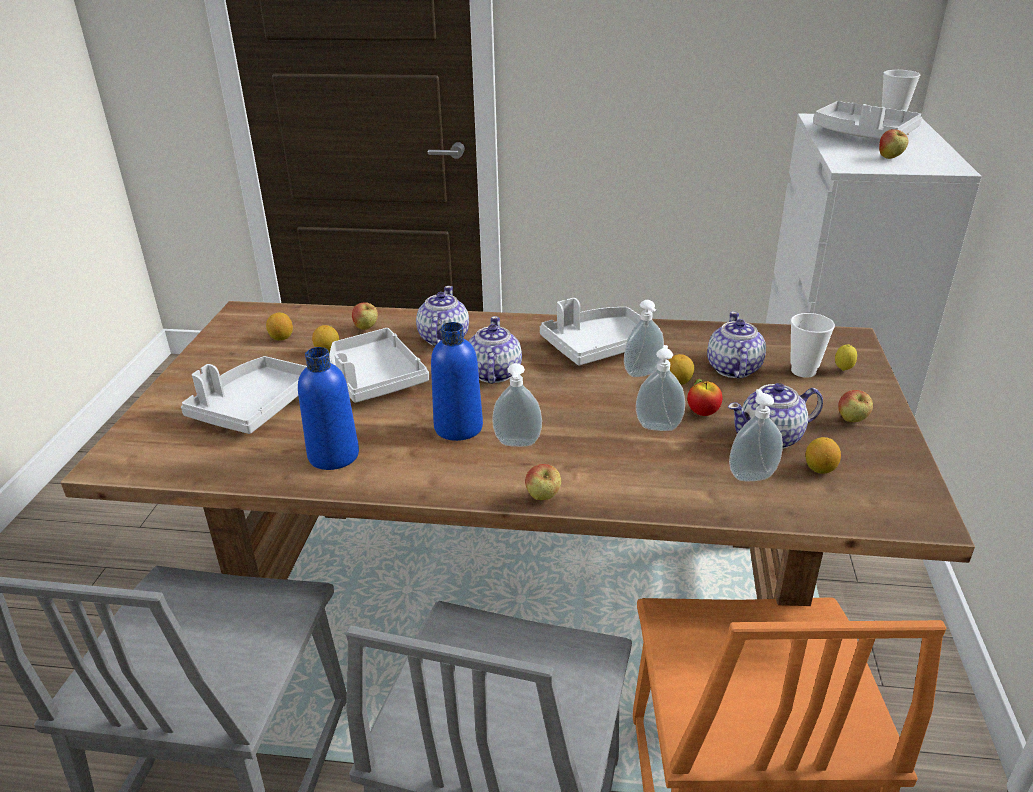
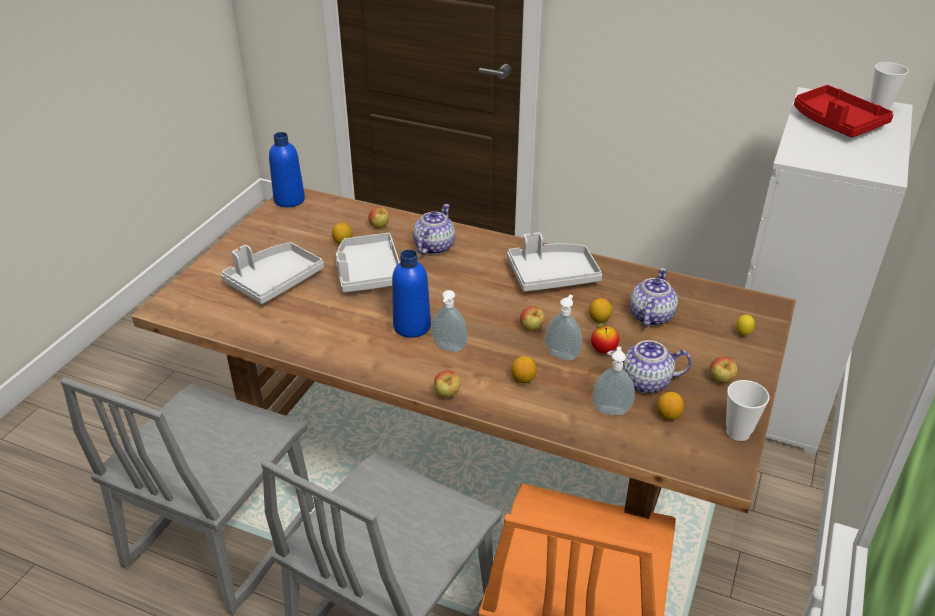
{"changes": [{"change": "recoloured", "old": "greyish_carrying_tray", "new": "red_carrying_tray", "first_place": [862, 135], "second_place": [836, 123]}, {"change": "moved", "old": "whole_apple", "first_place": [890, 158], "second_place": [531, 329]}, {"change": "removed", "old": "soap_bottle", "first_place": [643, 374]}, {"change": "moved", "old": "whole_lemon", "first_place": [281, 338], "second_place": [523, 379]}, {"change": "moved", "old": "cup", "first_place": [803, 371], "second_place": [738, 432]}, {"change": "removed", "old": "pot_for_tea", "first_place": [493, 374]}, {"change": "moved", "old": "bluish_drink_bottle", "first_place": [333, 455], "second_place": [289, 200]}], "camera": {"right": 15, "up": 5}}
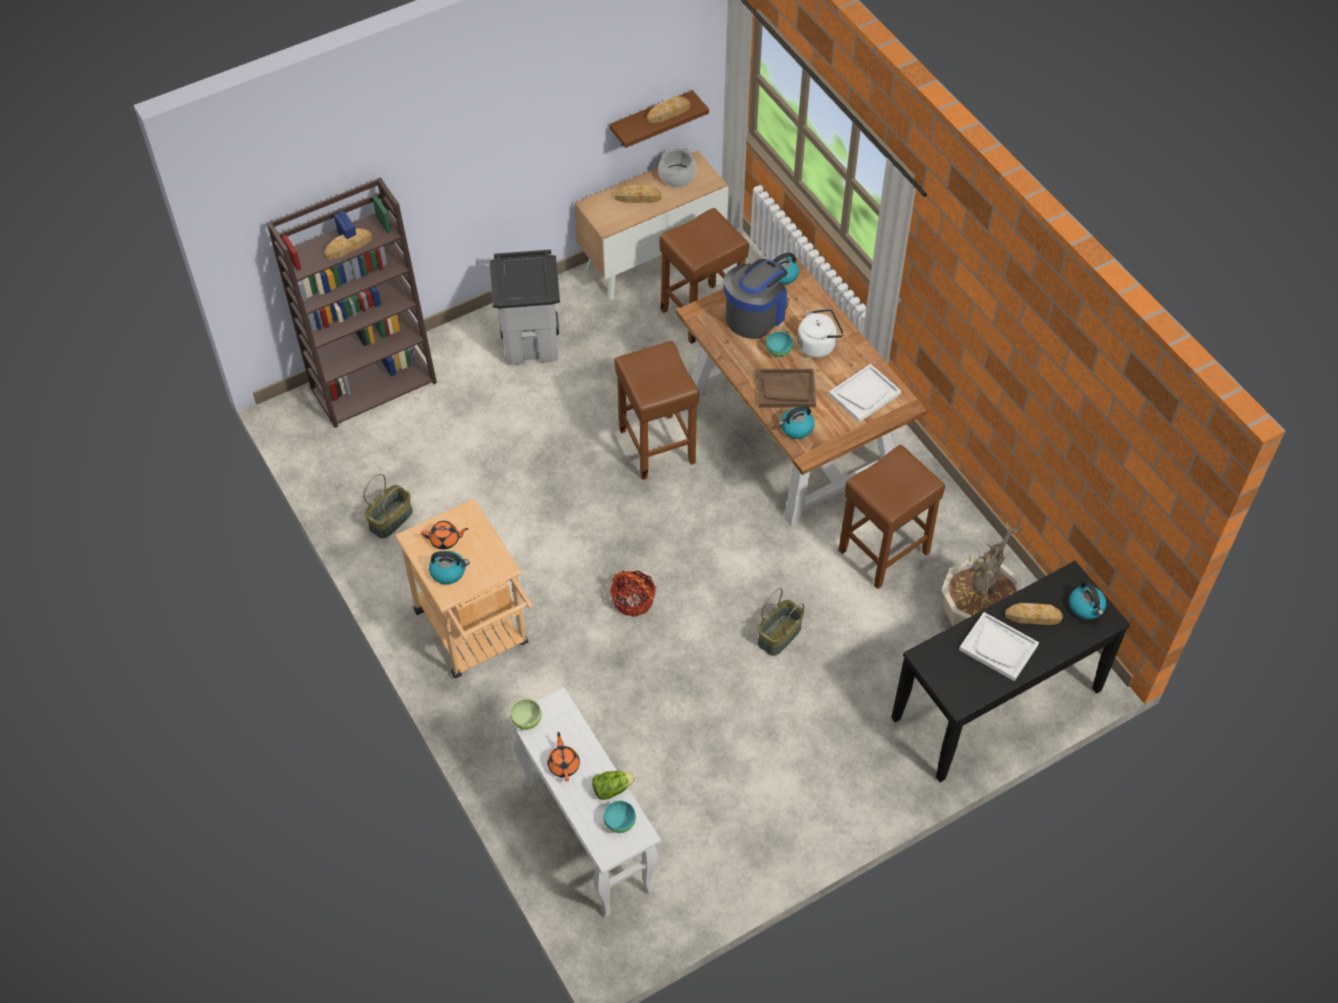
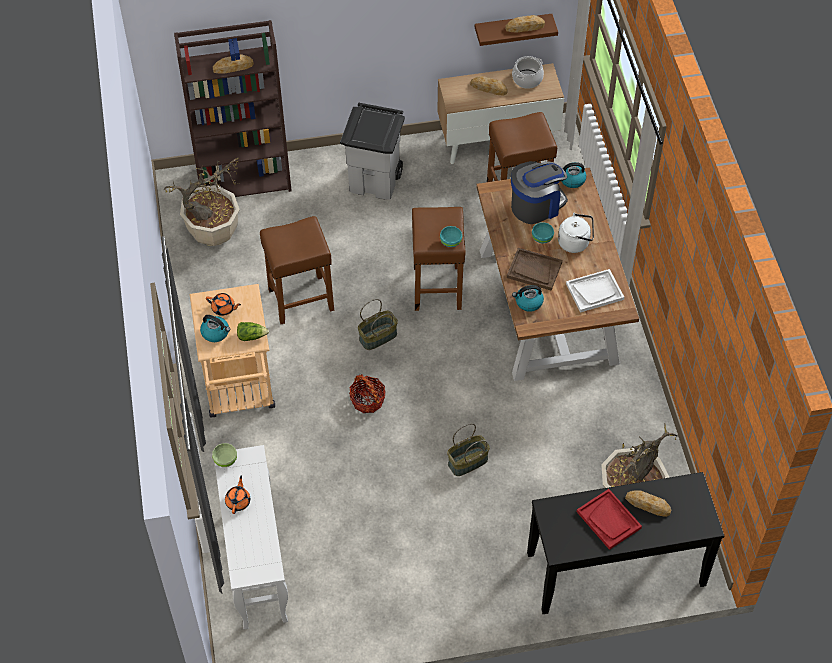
{"changes": [{"change": "moved", "old": "brown_sitting_stool", "first_place": [883, 552], "second_place": [300, 300]}, {"change": "moved", "old": "household_basket", "first_place": [390, 519], "second_place": [378, 336]}, {"change": "removed", "old": "water_kettle", "first_place": [1086, 607]}, {"change": "recoloured", "old": "white_carrying_tray", "new": "red_carrying_tray", "first_place": [998, 647], "second_place": [609, 520]}, {"change": "moved", "old": "head_of_lettuce", "first_place": [611, 788], "second_place": [251, 336]}, {"change": "moved", "old": "turquoise_deep_dish", "first_place": [620, 822], "second_place": [451, 242]}, {"change": "added", "new": "plant_in_a_pot", "second_place": [213, 231]}], "camera": {"right": 20, "up": 0}}
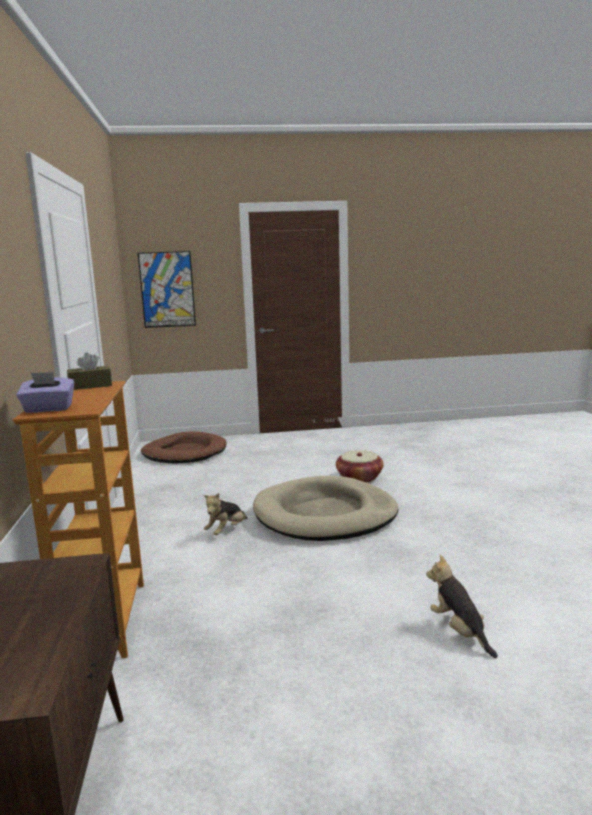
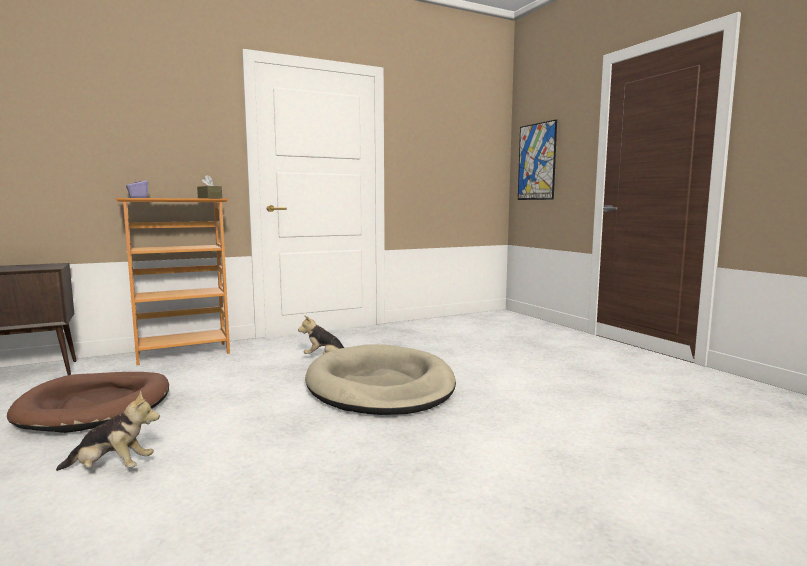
{"changes": [{"change": "moved", "old": "brown_dog_bed", "first_place": [184, 452], "second_place": [96, 406]}, {"change": "removed", "old": "household_basket", "first_place": [359, 478]}, {"change": "turned", "old": "plush_toy", "first_place": [459, 631], "second_place": [111, 469], "degrees": 45}], "camera": {"right": 70, "up": -5}}
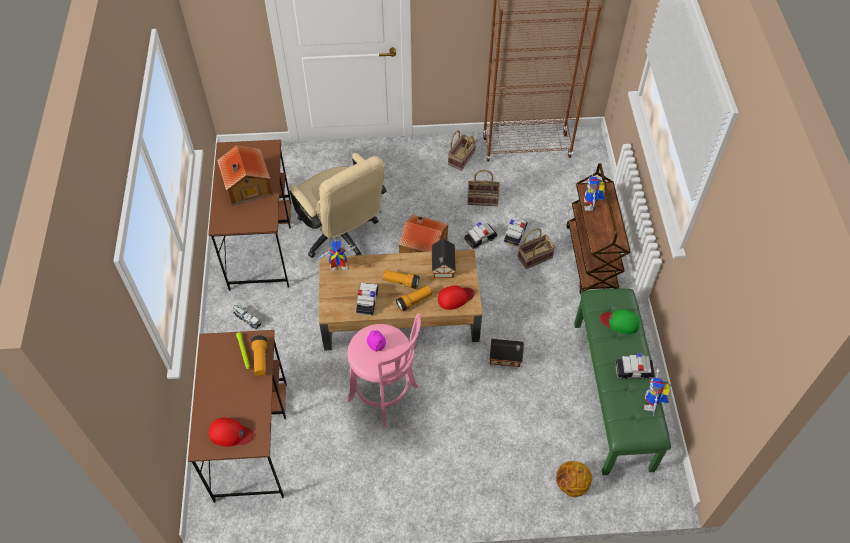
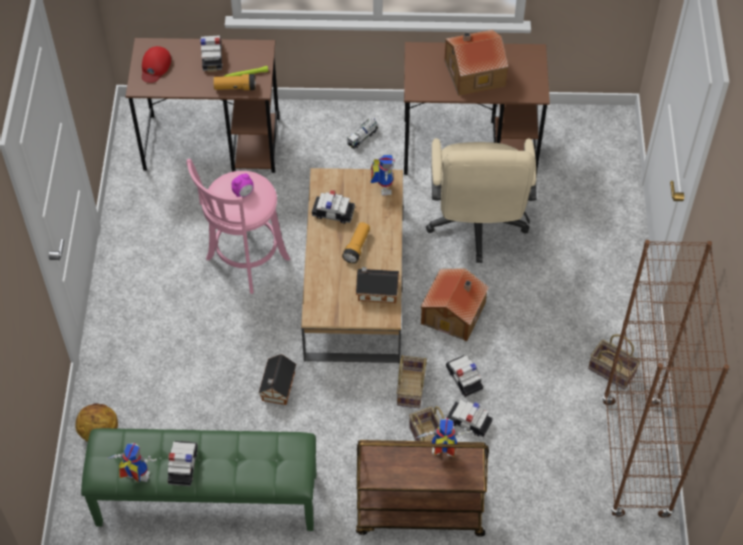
{"changes": [{"change": "turned", "old": "sand-coloured_computer_chair", "first_place": [342, 236], "second_place": [476, 227], "degrees": -60}, {"change": "moved", "old": "household_basket", "first_place": [483, 199], "second_place": [412, 390]}, {"change": "removed", "old": "torch", "first_place": [414, 301]}, {"change": "removed", "old": "red_peaked_cap", "first_place": [455, 298]}, {"change": "removed", "old": "green_peaked_cap", "first_place": [620, 322]}, {"change": "added", "new": "model_car", "second_place": [212, 58]}], "camera": {"right": 95, "up": 0}}
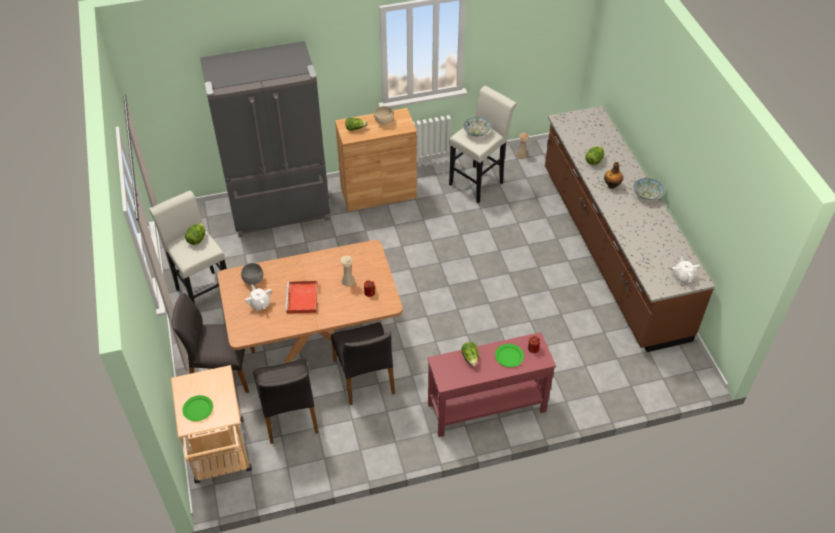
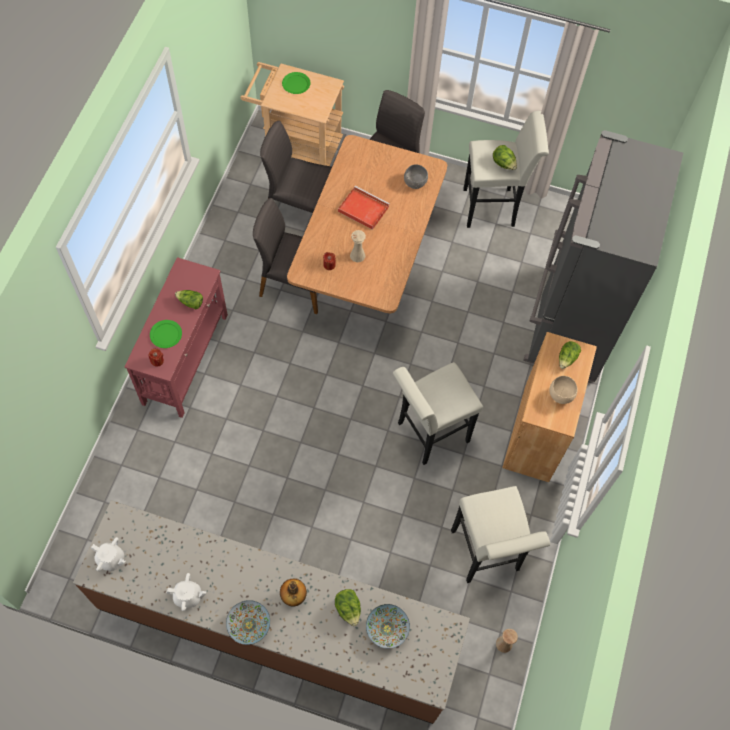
{"changes": [{"change": "moved", "old": "deep_dish", "first_place": [476, 132], "second_place": [387, 629]}, {"change": "moved", "old": "white_pot_for_tea", "first_place": [260, 304], "second_place": [188, 596]}, {"change": "added", "new": "white_sitting_stool", "second_place": [428, 434]}], "camera": {"right": 120, "up": 15}}
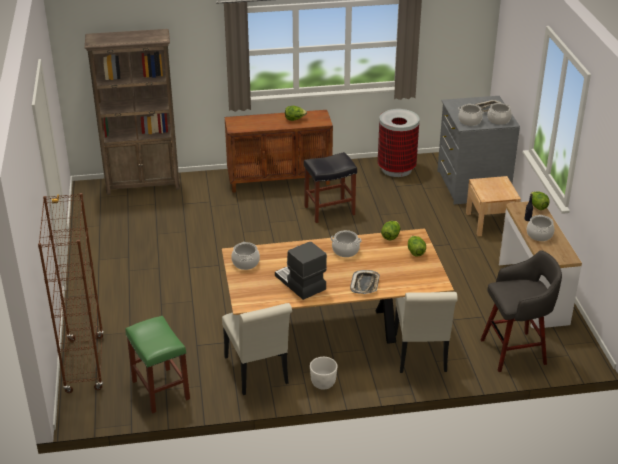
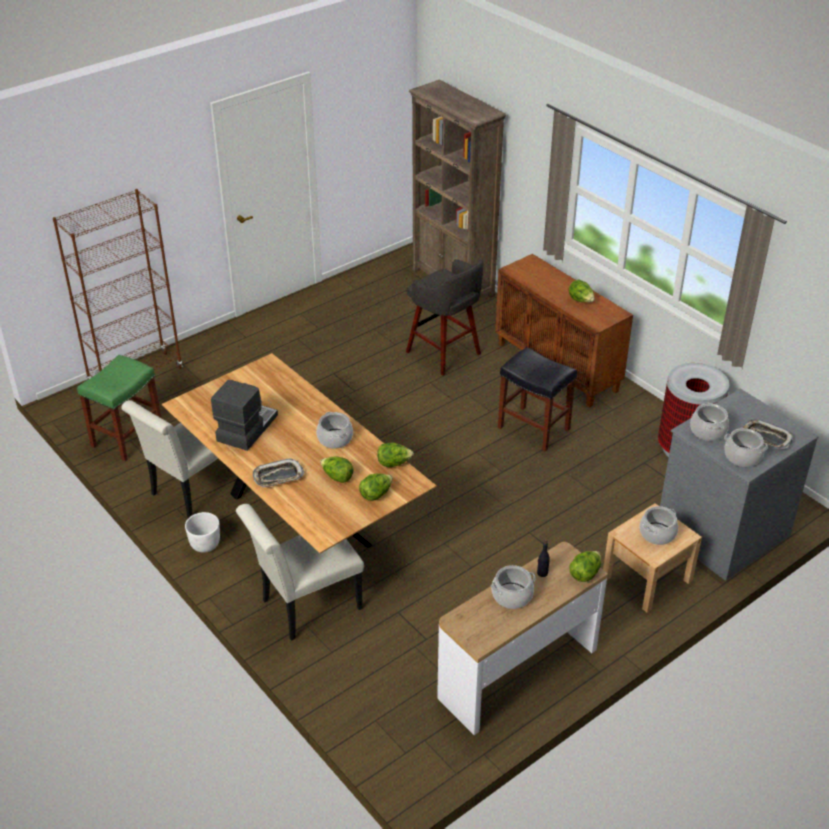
{"changes": [{"change": "moved", "old": "stockpot", "first_place": [245, 263], "second_place": [657, 533]}, {"change": "moved", "old": "greyish_sitting_stool", "first_place": [515, 351], "second_place": [445, 354]}, {"change": "added", "new": "head_of_lettuce", "second_place": [337, 477]}], "camera": {"right": 60, "up": 5}}
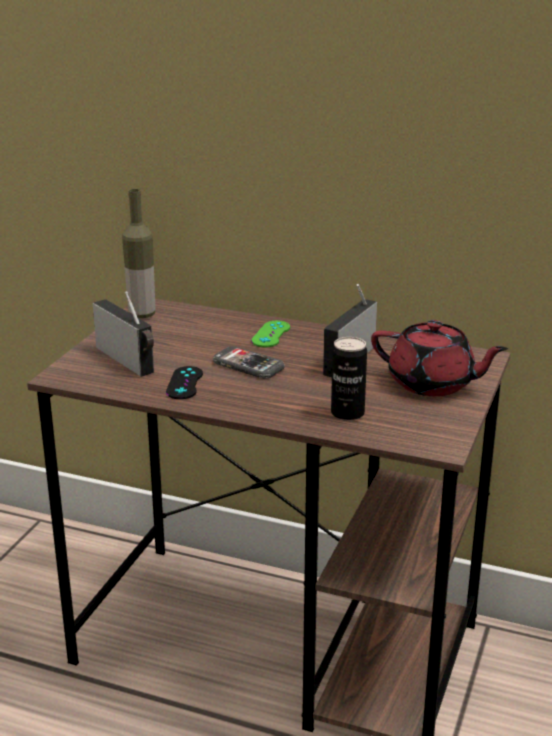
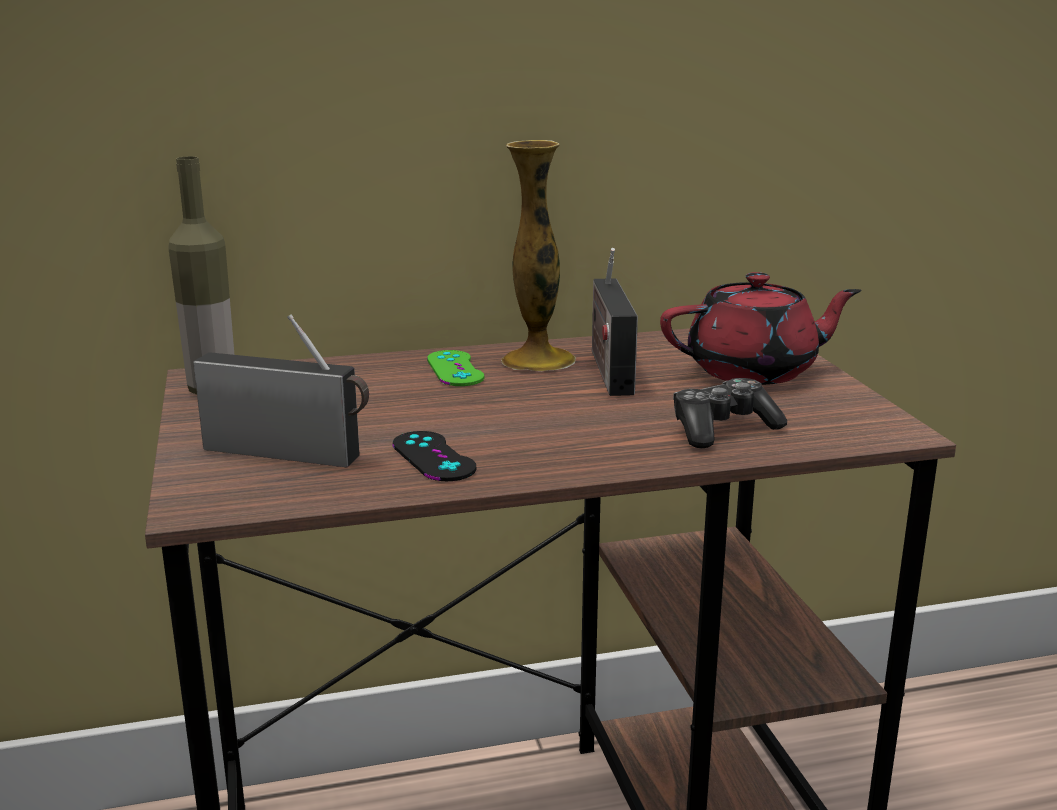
{"changes": [{"change": "replaced", "old": "sealed_can", "new": "gamepad", "first_place": [347, 413], "second_place": [722, 429]}, {"change": "removed", "old": "handset", "first_place": [248, 365]}, {"change": "added", "new": "vase", "second_place": [538, 360]}], "camera": {"right": -35, "up": -5}}
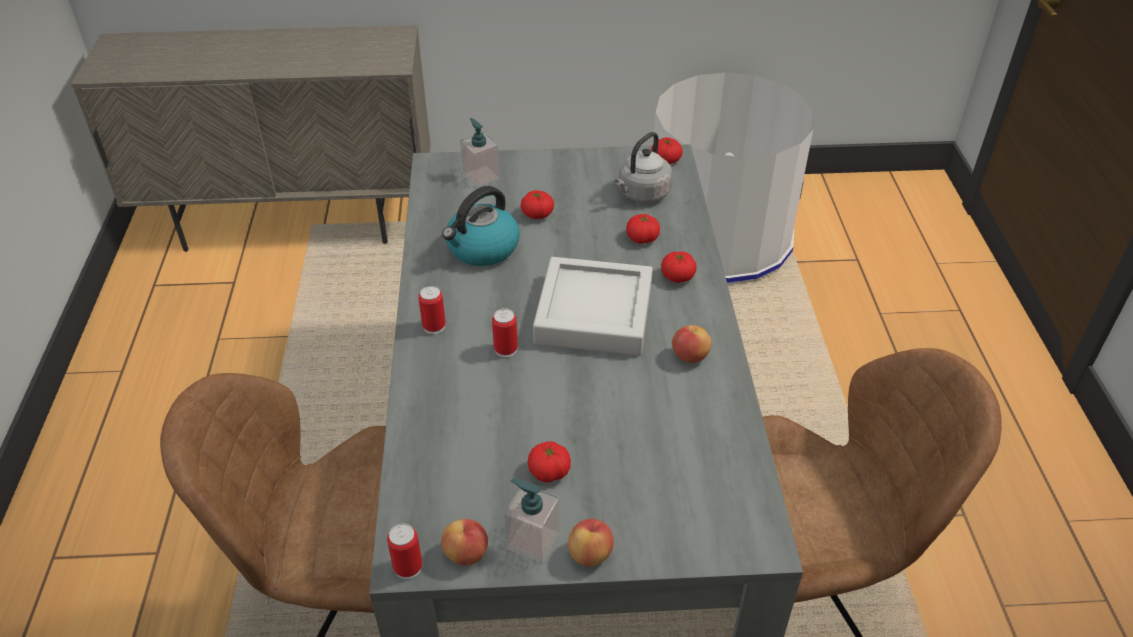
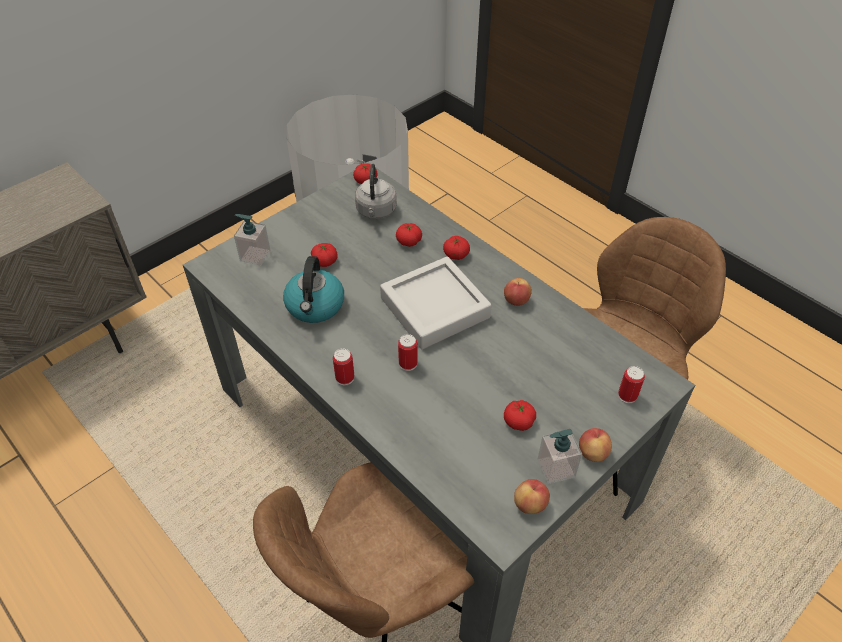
{"changes": [{"change": "moved", "old": "sealed_can", "first_place": [408, 567], "second_place": [627, 396]}], "camera": {"right": -40, "up": 5}}
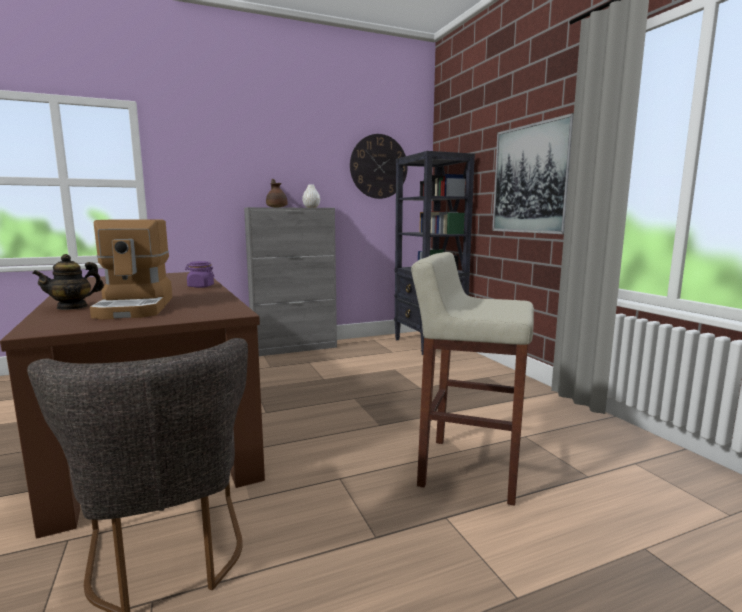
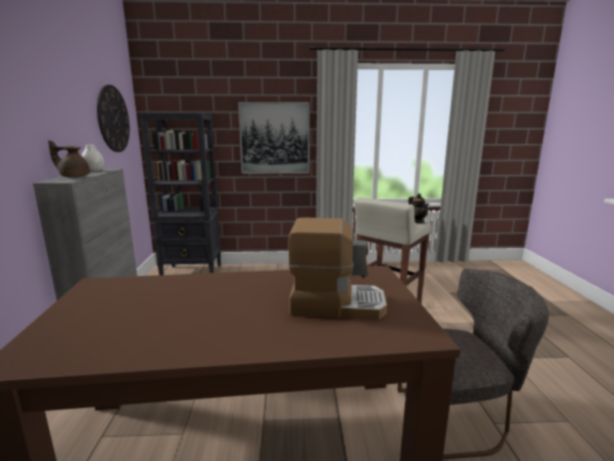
{"changes": [{"change": "moved", "old": "pot_for_tea", "first_place": [72, 307], "second_place": [416, 221]}, {"change": "removed", "old": "purple_jar", "first_place": [200, 286]}], "camera": {"right": -70, "up": 5}}
